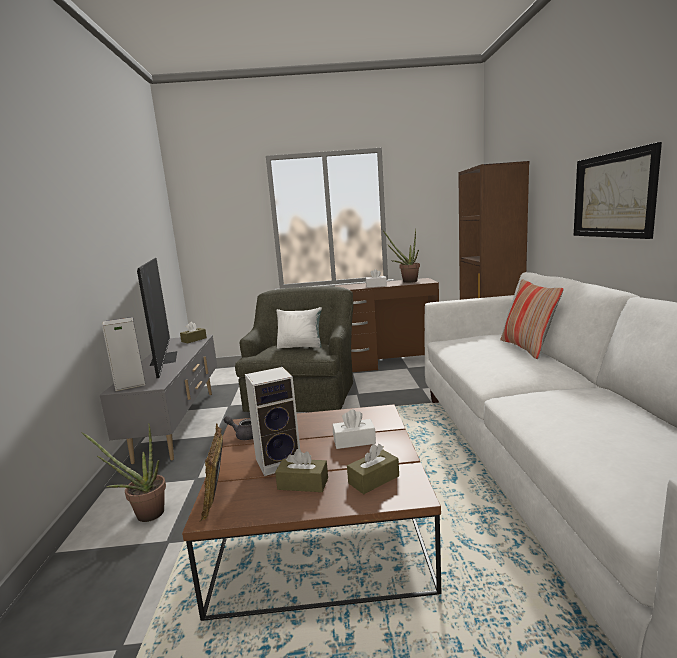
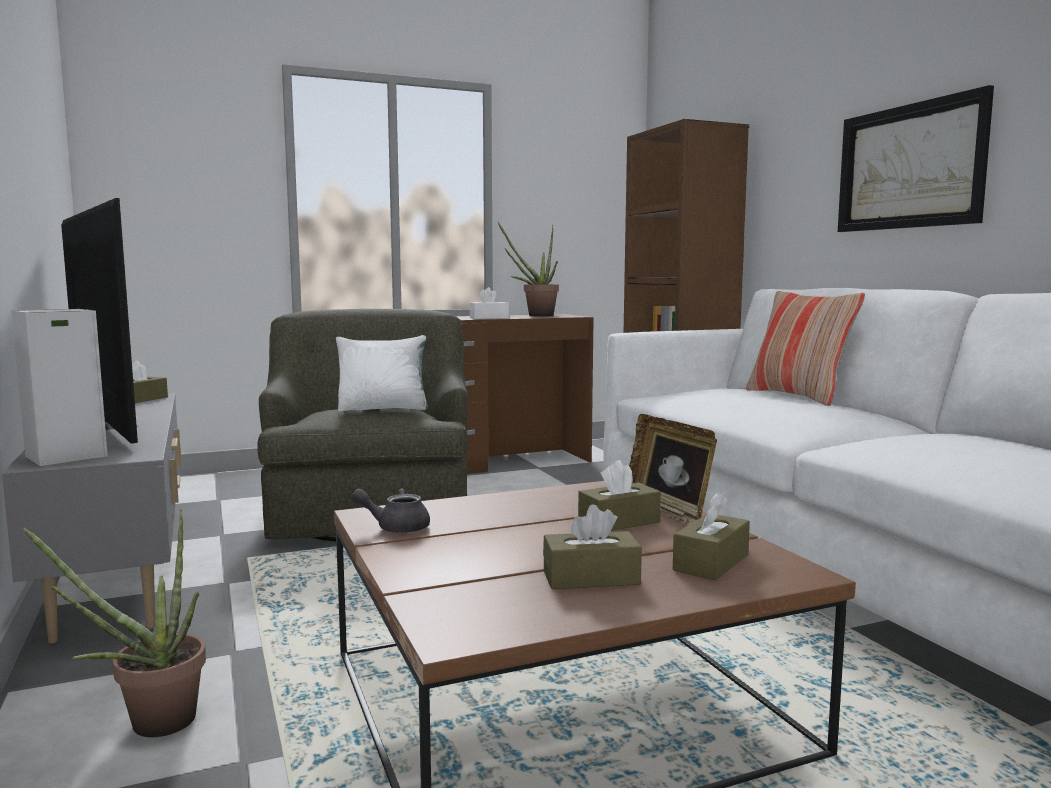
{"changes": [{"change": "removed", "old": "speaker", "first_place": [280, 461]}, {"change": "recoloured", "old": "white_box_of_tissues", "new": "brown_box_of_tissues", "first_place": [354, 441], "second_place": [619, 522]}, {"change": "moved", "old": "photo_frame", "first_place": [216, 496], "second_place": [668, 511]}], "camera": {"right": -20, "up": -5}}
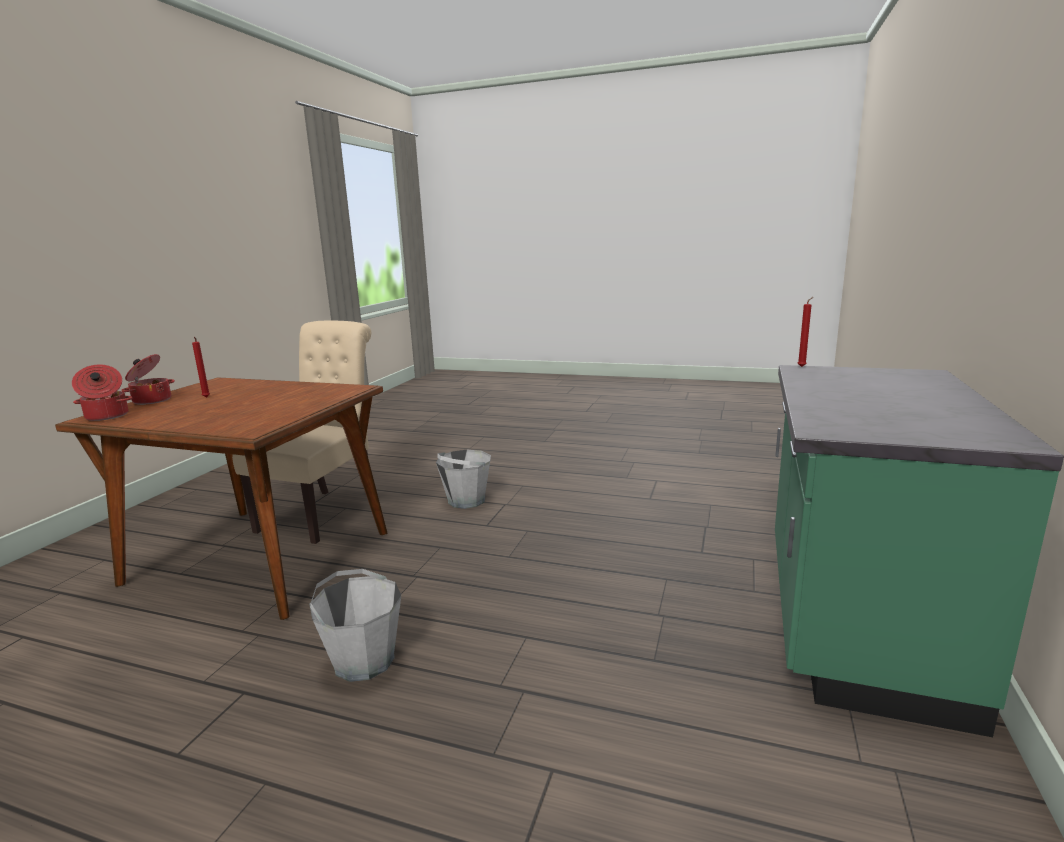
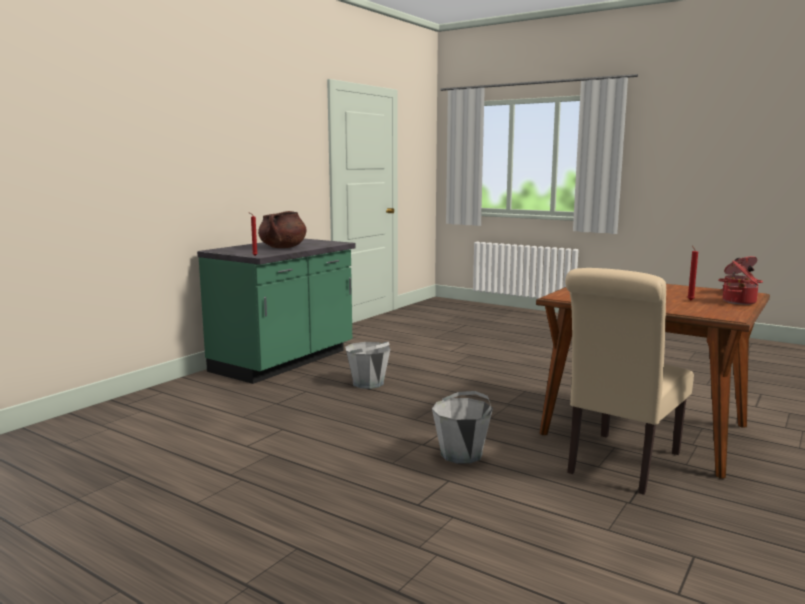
{"changes": [{"change": "moved", "old": "greyish_bucket", "first_place": [363, 660], "second_place": [368, 383]}, {"change": "added", "new": "brown_stockpot", "second_place": [283, 247]}], "camera": {"right": -165, "up": -5}}
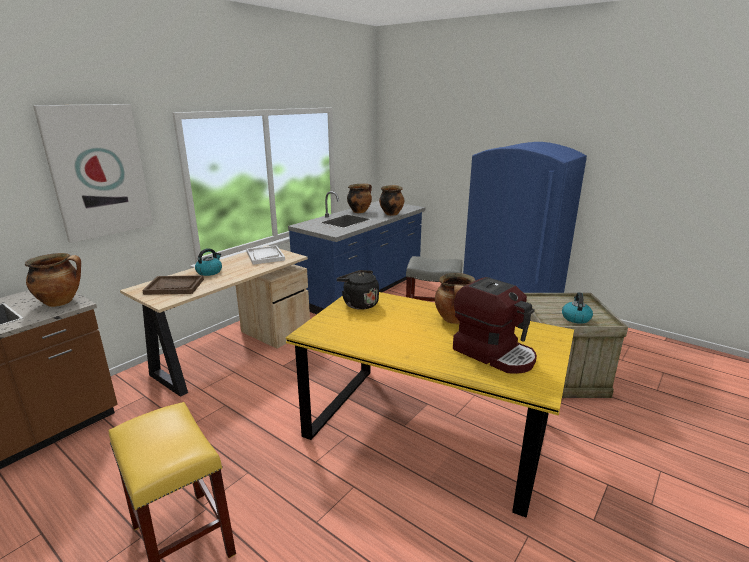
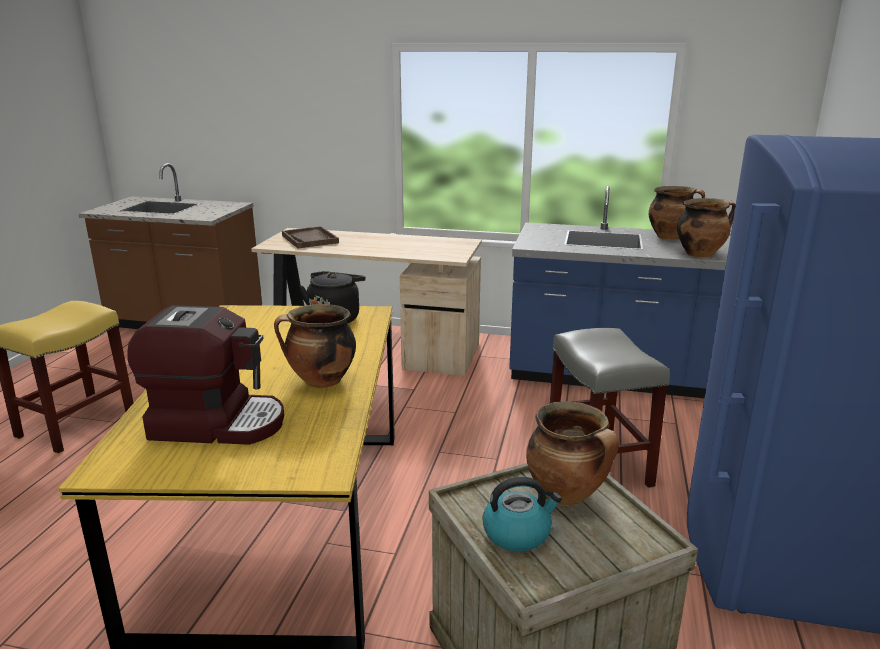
{"changes": [{"change": "removed", "old": "picture", "first_place": [98, 171]}, {"change": "removed", "old": "white_carrying_tray", "first_place": [265, 256]}, {"change": "removed", "old": "water_kettle", "first_place": [209, 272]}, {"change": "moved", "old": "stockpot", "first_place": [61, 302], "second_place": [568, 495]}, {"change": "turned", "old": "coffee_brewer", "first_place": [494, 353], "second_place": [218, 423], "degrees": -105}], "camera": {"right": 65, "up": 0}}
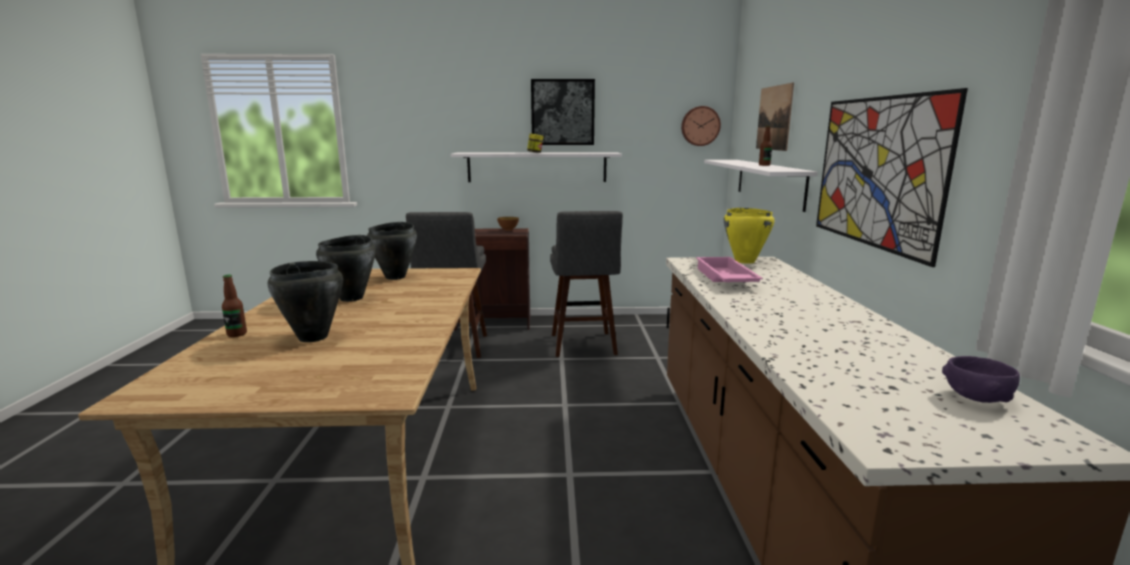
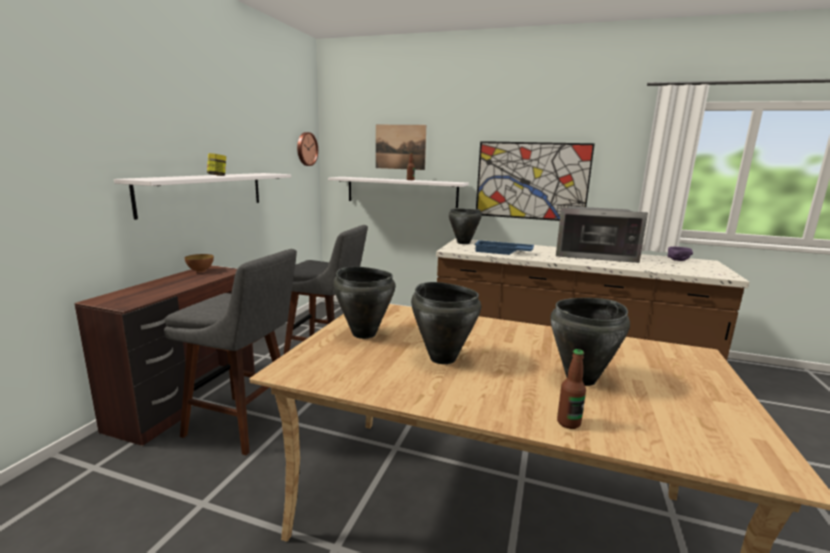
{"changes": [{"change": "removed", "old": "picture", "first_place": [562, 112]}, {"change": "recoloured", "old": "yellowish_stockpot", "new": "blackish_stockpot", "first_place": [744, 261], "second_place": [463, 243]}, {"change": "recoloured", "old": "pink-coloured_carrying_tray", "new": "bluish_carrying_tray", "first_place": [724, 278], "second_place": [503, 252]}, {"change": "added", "new": "microwave_oven", "second_place": [594, 255]}], "camera": {"right": -70, "up": 0}}
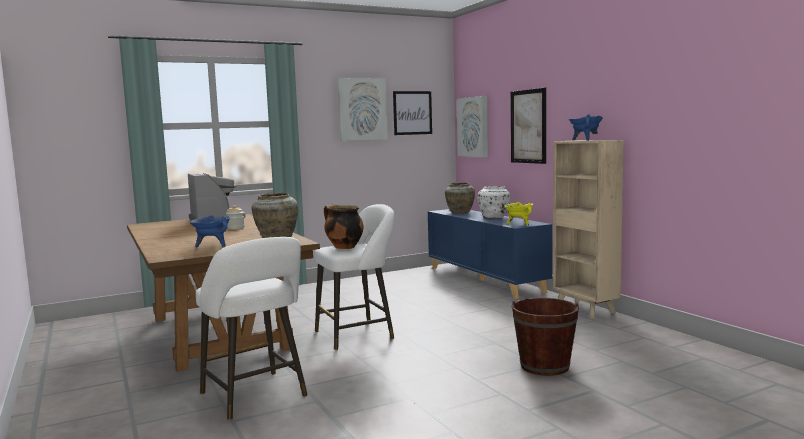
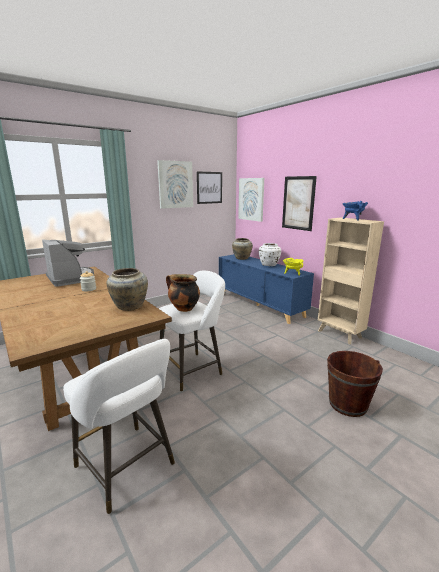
{"changes": [{"change": "removed", "old": "bluish_stockpot", "first_place": [212, 245]}], "camera": {"right": -10, "up": 10}}
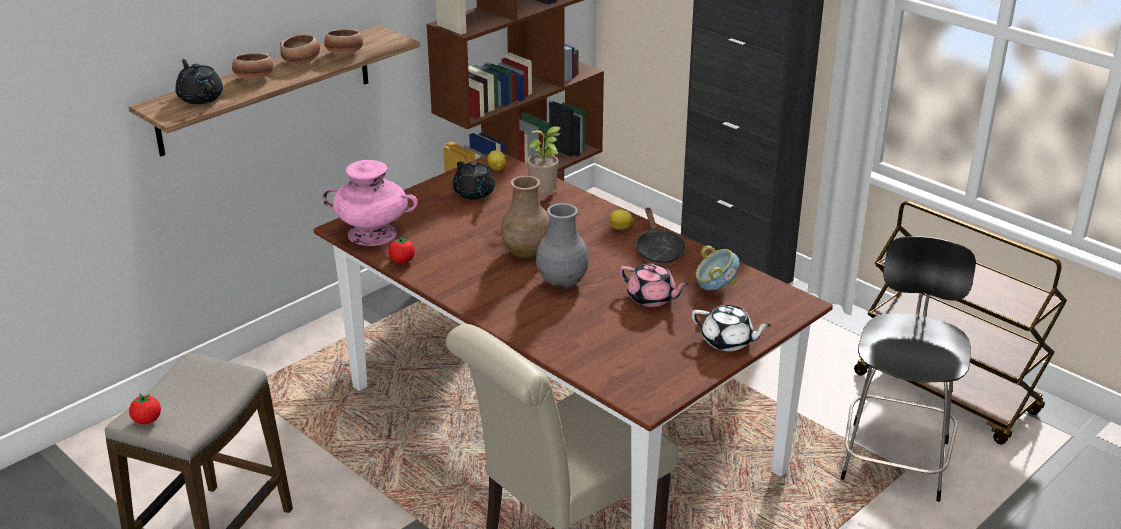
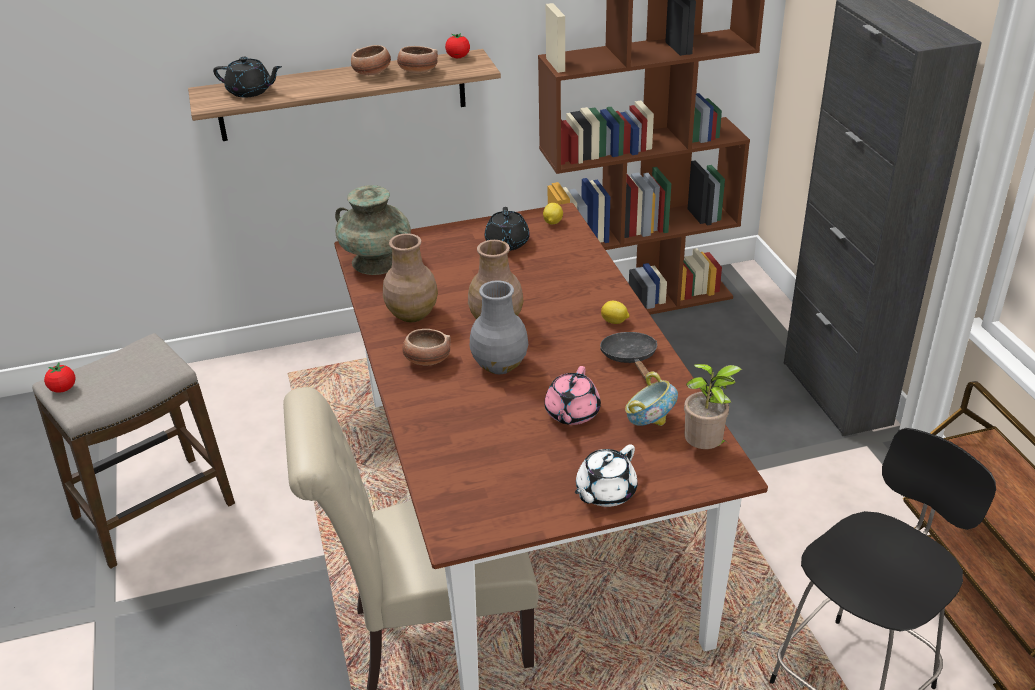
{"changes": [{"change": "moved", "old": "deep_dish", "first_place": [253, 79], "second_place": [426, 360]}, {"change": "turned", "old": "blackish_pot_for_tea", "first_place": [200, 97], "second_place": [250, 91], "degrees": 105}, {"change": "moved", "old": "plant_in_a_pot", "first_place": [544, 197], "second_place": [705, 449]}, {"change": "recoloured", "old": "pink-coloured_vase", "new": "turquoise_vase", "first_place": [372, 234], "second_place": [377, 262]}, {"change": "turned", "old": "blackish_pan", "first_place": [658, 250], "second_place": [630, 358], "degrees": 150}, {"change": "moved", "old": "fresh_tomato", "first_place": [402, 261], "second_place": [458, 57]}, {"change": "turned", "old": "pink-coloured_pot_for_tea", "first_place": [652, 298], "second_place": [571, 413], "degrees": 45}, {"change": "turned", "old": "white_pot_for_tea", "first_place": [728, 342], "second_place": [604, 492], "degrees": 75}, {"change": "added", "new": "brown_vase", "second_place": [411, 314]}], "camera": {"right": 30, "up": 5}}
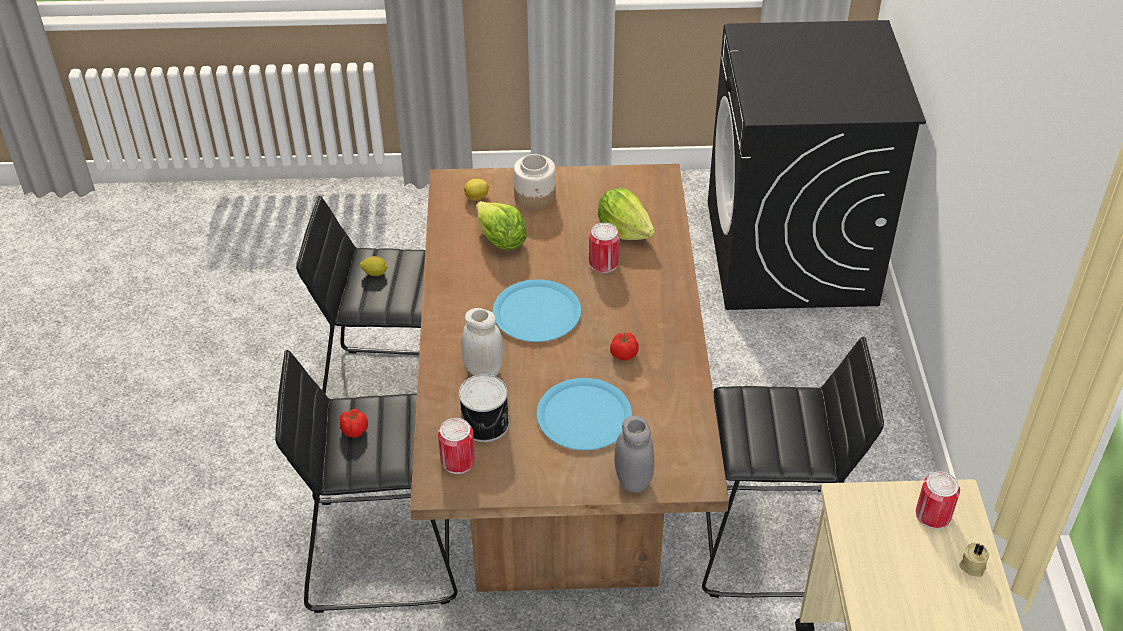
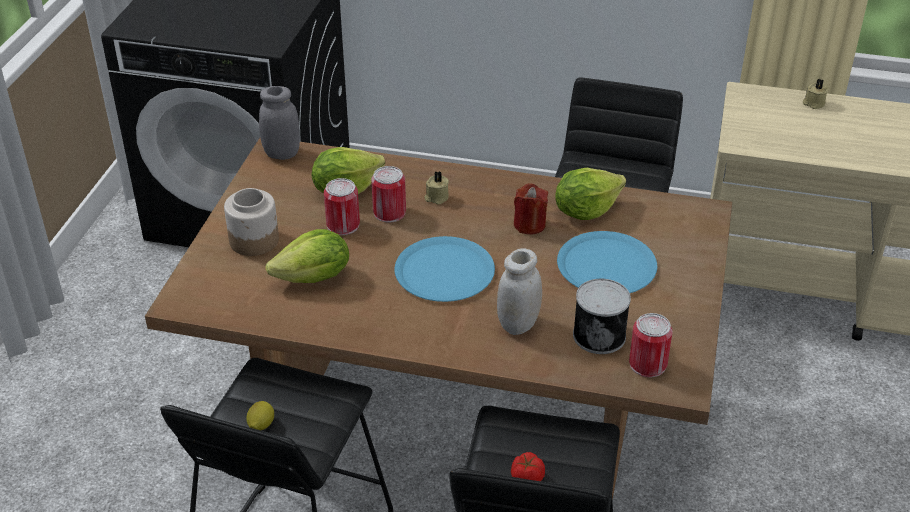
{"changes": [{"change": "removed", "old": "whole_lemon", "first_place": [477, 197]}, {"change": "replaced", "old": "fresh_tomato", "new": "red_wax_light", "first_place": [623, 354], "second_place": [529, 225]}, {"change": "moved", "old": "greyish_jar", "first_place": [633, 480], "second_place": [282, 153]}, {"change": "moved", "old": "sealed_can", "first_place": [933, 515], "second_place": [343, 225]}, {"change": "added", "new": "head_of_lettuce", "second_place": [585, 211]}, {"change": "added", "new": "sand-coloured_wax_light", "second_place": [436, 197]}], "camera": {"right": -75, "up": -5}}
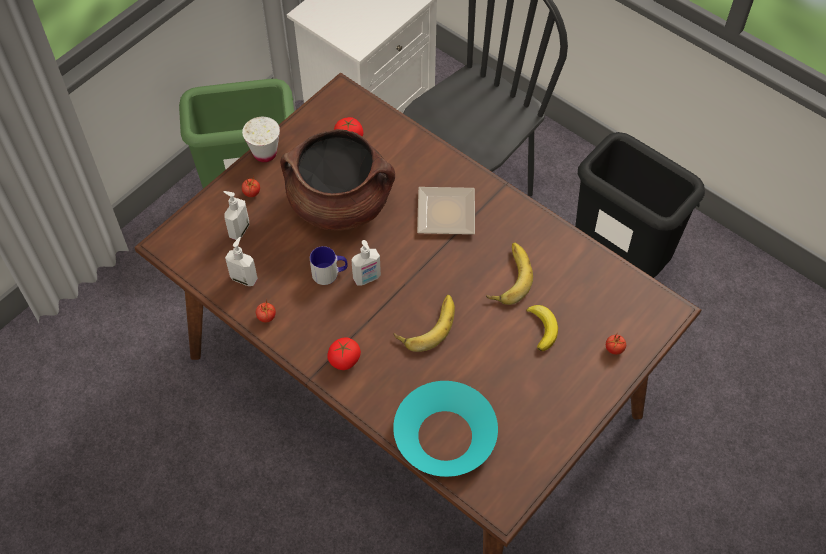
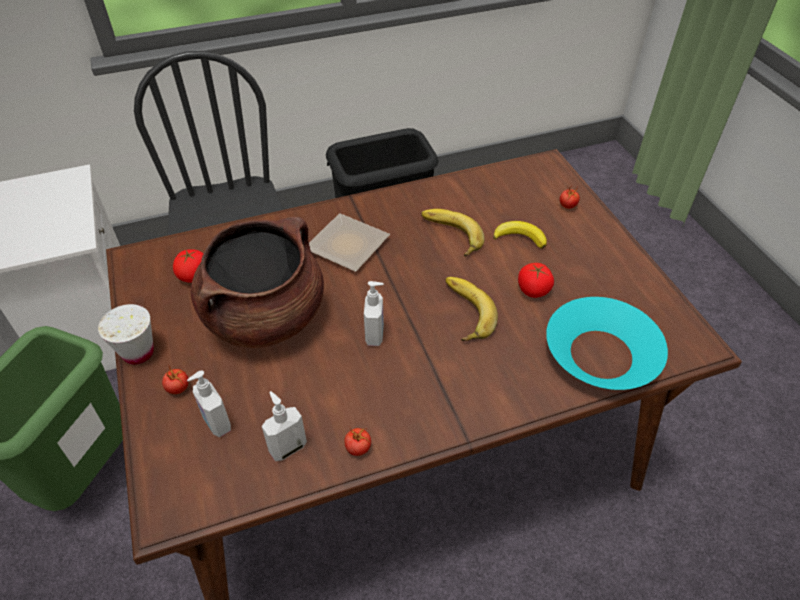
{"changes": [{"change": "removed", "old": "coffee_mug", "first_place": [330, 273]}, {"change": "moved", "old": "fresh_tomato", "first_place": [344, 360], "second_place": [533, 290]}], "camera": {"right": -60, "up": -10}}
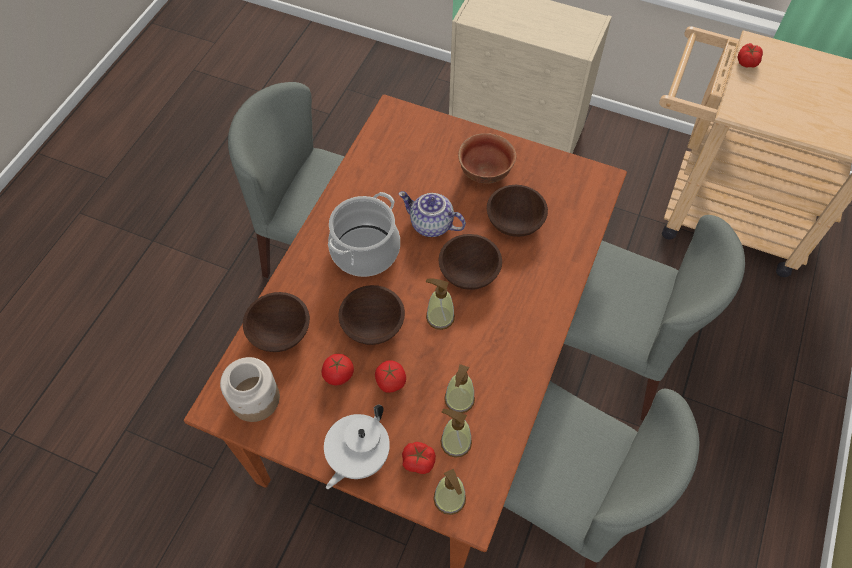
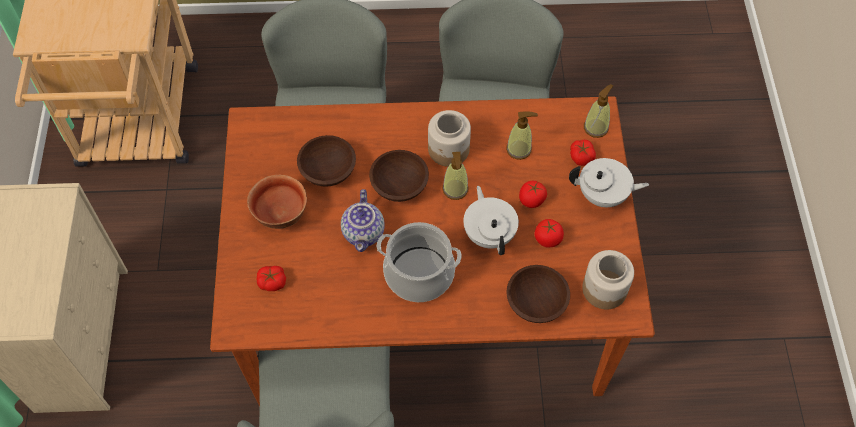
{"changes": [{"change": "moved", "old": "fresh_tomato", "first_place": [747, 61], "second_place": [272, 282]}, {"change": "replaced", "old": "brown_deep_dish", "new": "white_pot_for_tea", "first_place": [373, 325], "second_place": [489, 234]}, {"change": "removed", "old": "soap_bottle", "first_place": [455, 442]}, {"change": "added", "new": "jar", "second_place": [448, 150]}], "camera": {"right": -115, "up": 0}}
